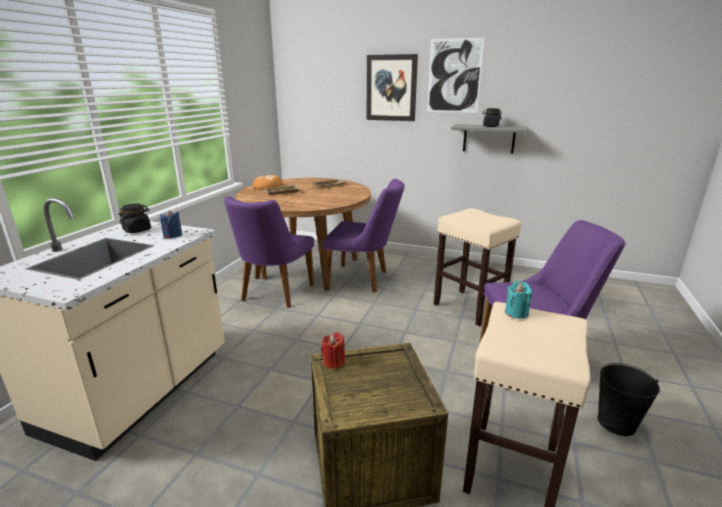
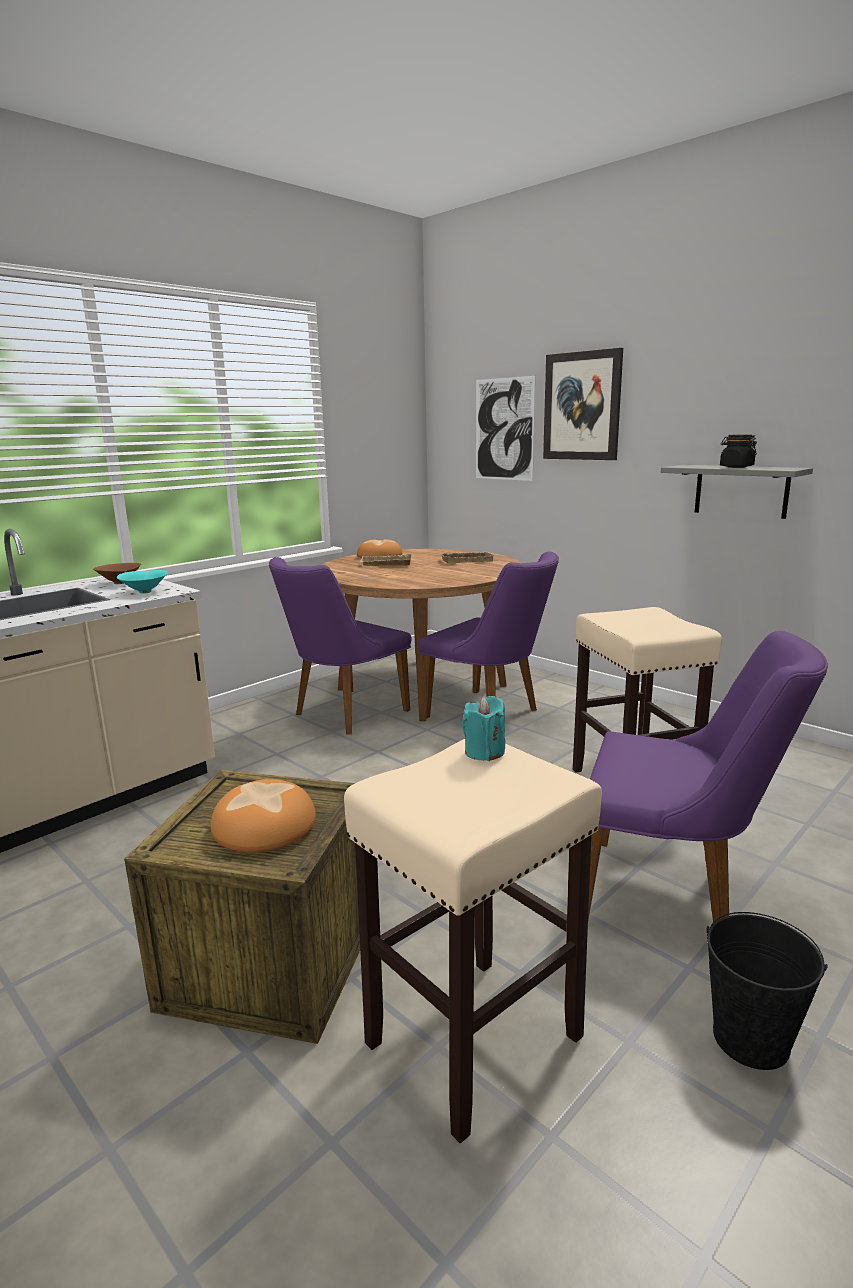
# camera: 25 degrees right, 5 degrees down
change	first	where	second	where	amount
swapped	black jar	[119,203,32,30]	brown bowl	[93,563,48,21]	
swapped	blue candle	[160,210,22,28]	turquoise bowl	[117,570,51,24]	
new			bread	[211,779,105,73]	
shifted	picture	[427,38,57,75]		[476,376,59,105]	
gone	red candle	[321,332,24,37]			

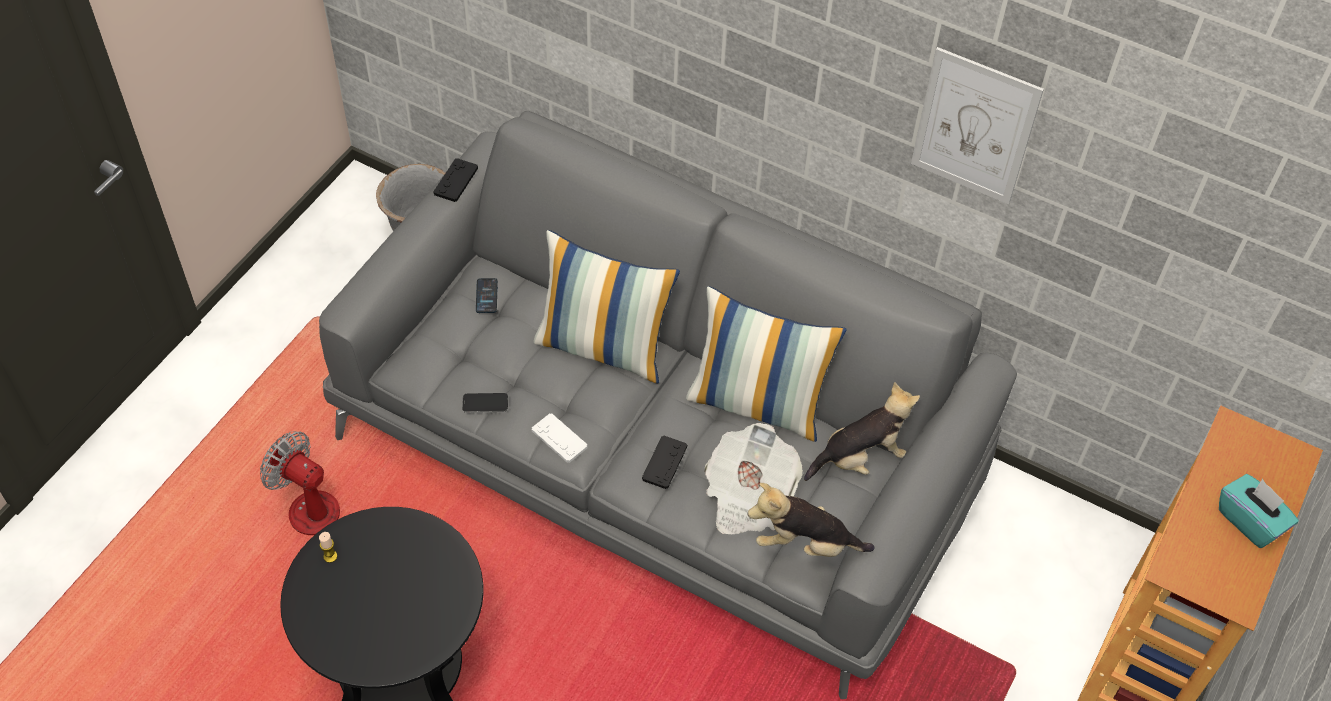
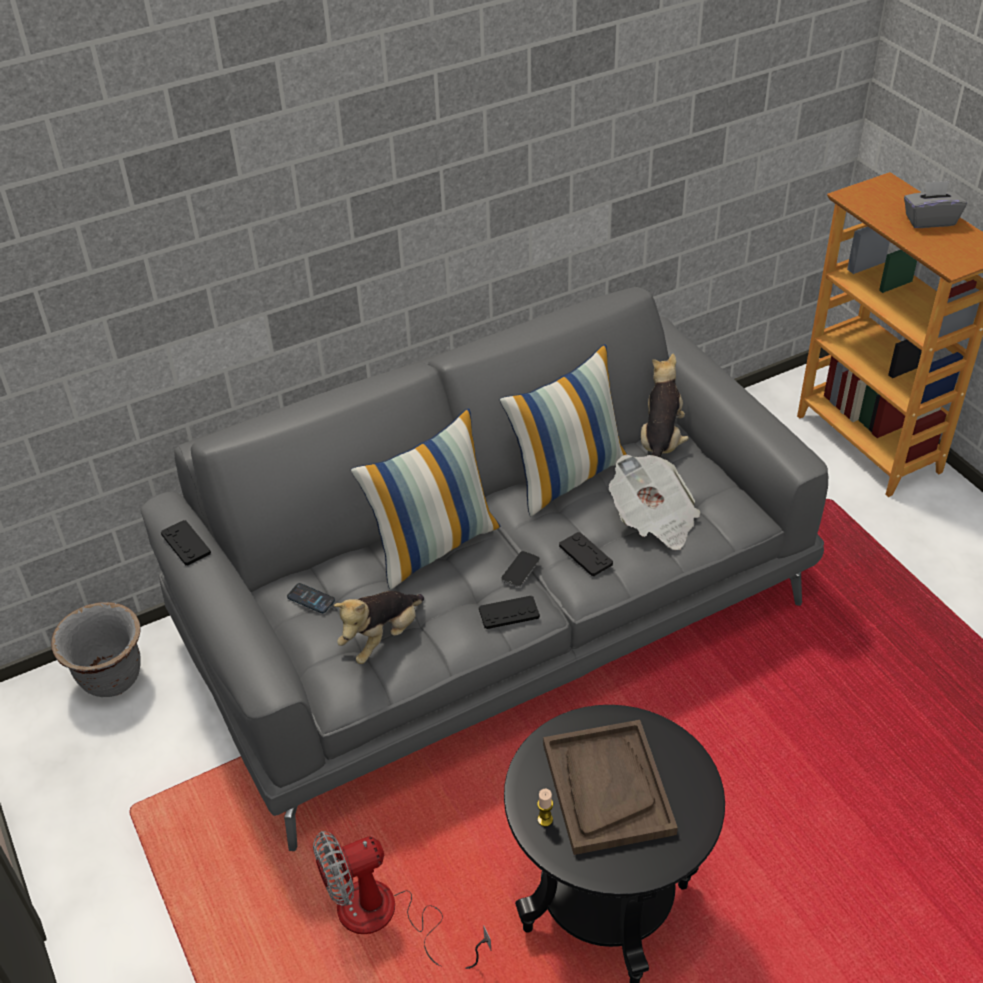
# camera: 55 degrees left, 10 degrees down
change	first	where	second	where	amount
shifted	plush toy	[748,483,126,74]		[334,591,90,73]	
repainted	white game controller	[532,413,56,50]	black game controller	[479,596,61,33]	
shifted	phone	[462,393,46,20]		[501,551,39,36]	
new			brown tray	[543,720,135,135]	
repainted	turquoise tissue box	[1219,474,80,74]	grey tissue box	[904,181,63,47]	
gone	picture	[911,47,133,157]			

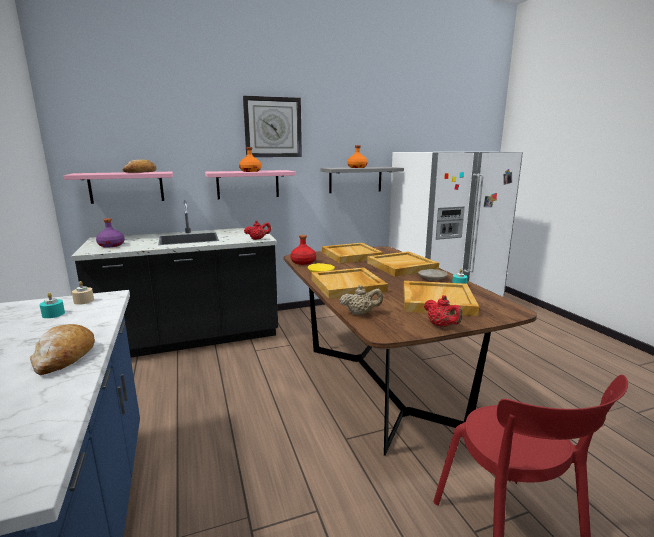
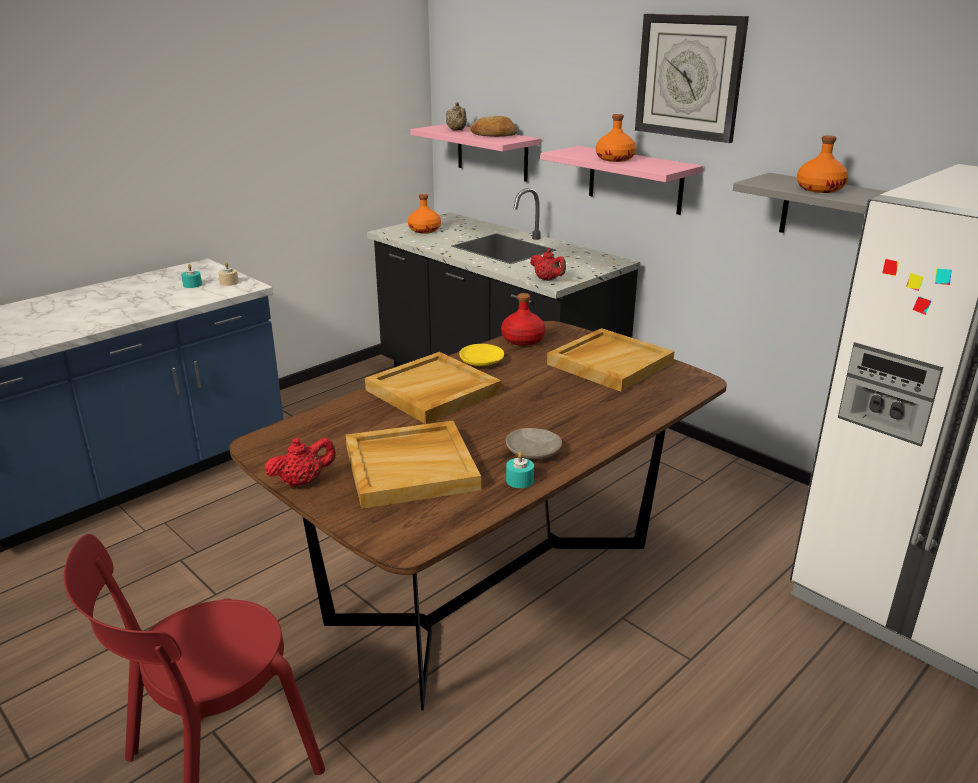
# camera: 65 degrees right, 10 degrees up
change	first	where	second	where	amount
rotated	red teapot	[424,295,38,32]		[264,437,72,50]	150 degrees counterclockwise
repainted	purple bottle	[96,218,29,29]	orange bottle	[408,194,33,39]	
shifted	beige teapot	[340,285,43,30]		[446,102,21,29]	
gone	bread	[30,324,65,51]			
gone	beige tray	[367,251,72,26]			

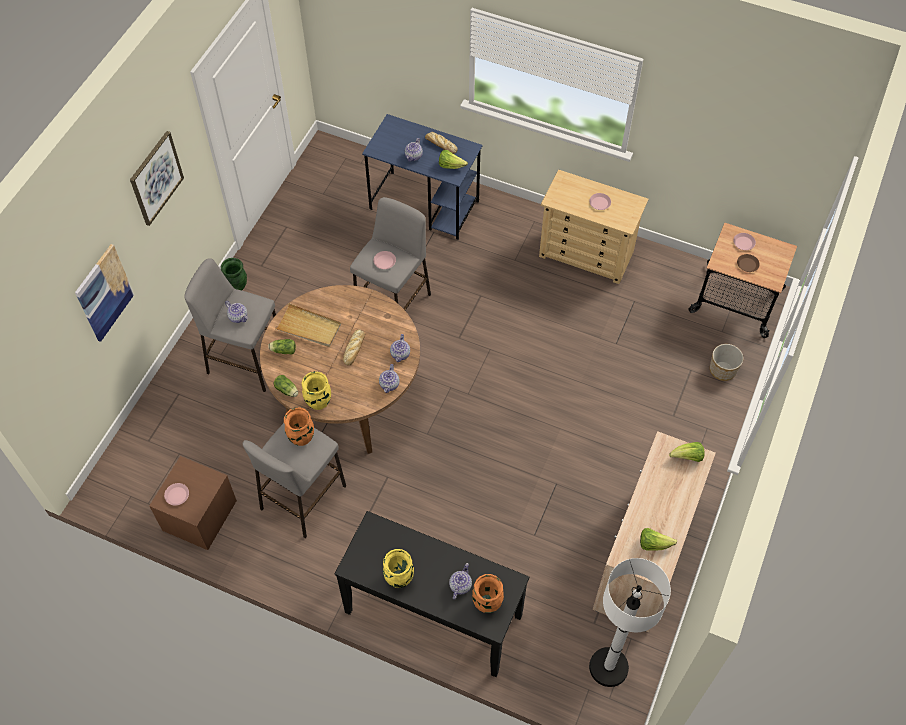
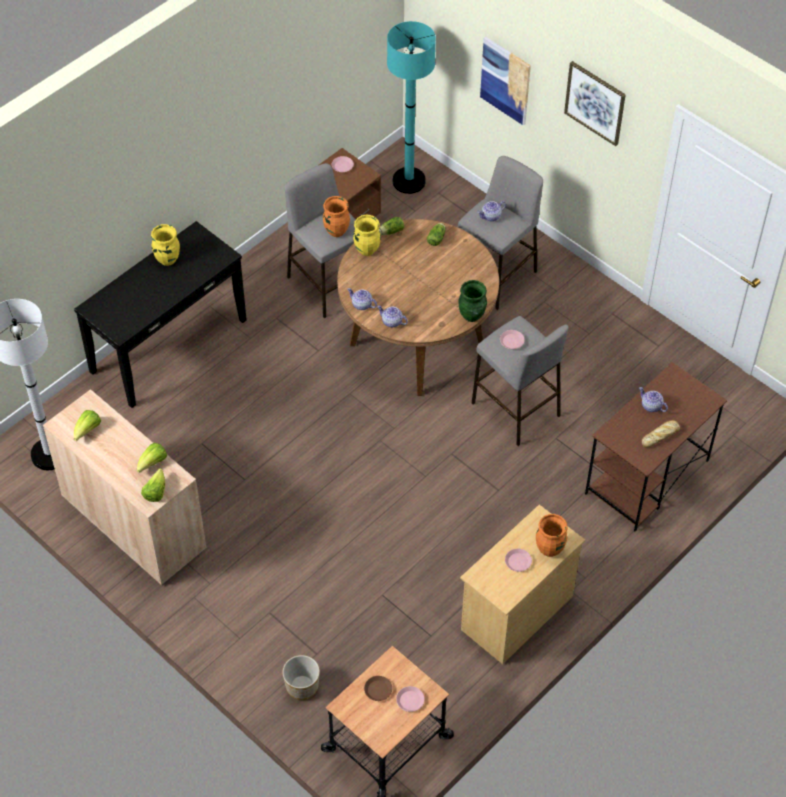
# camera: 110 degrees right, 5 degrees down
change	first	where	second	where	amount
shifted	lettuce	[439,150,29,19]		[137,443,30,30]	
new			turquoise floor lamp	[387,21,49,173]	
shifted	green vase	[221,258,26,32]		[458,280,29,42]	
shifted	orange vase	[472,574,32,39]		[536,514,32,43]	
repainted	blue desk	[362,114,121,126]	brown desk	[585,362,142,170]	
gone	beige tray	[276,303,65,44]			
gone	bread	[343,329,22,37]			
gone	teapot	[449,563,23,36]			

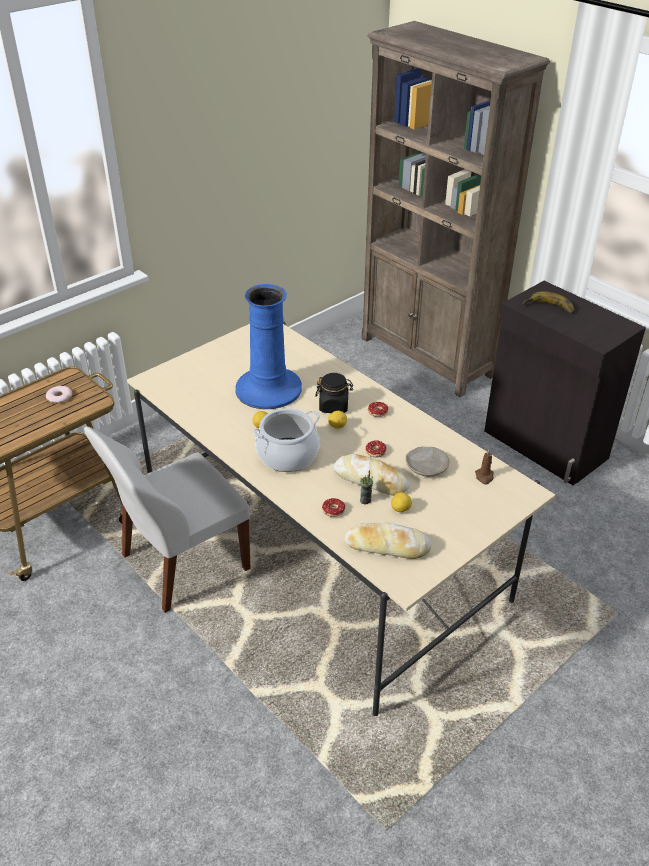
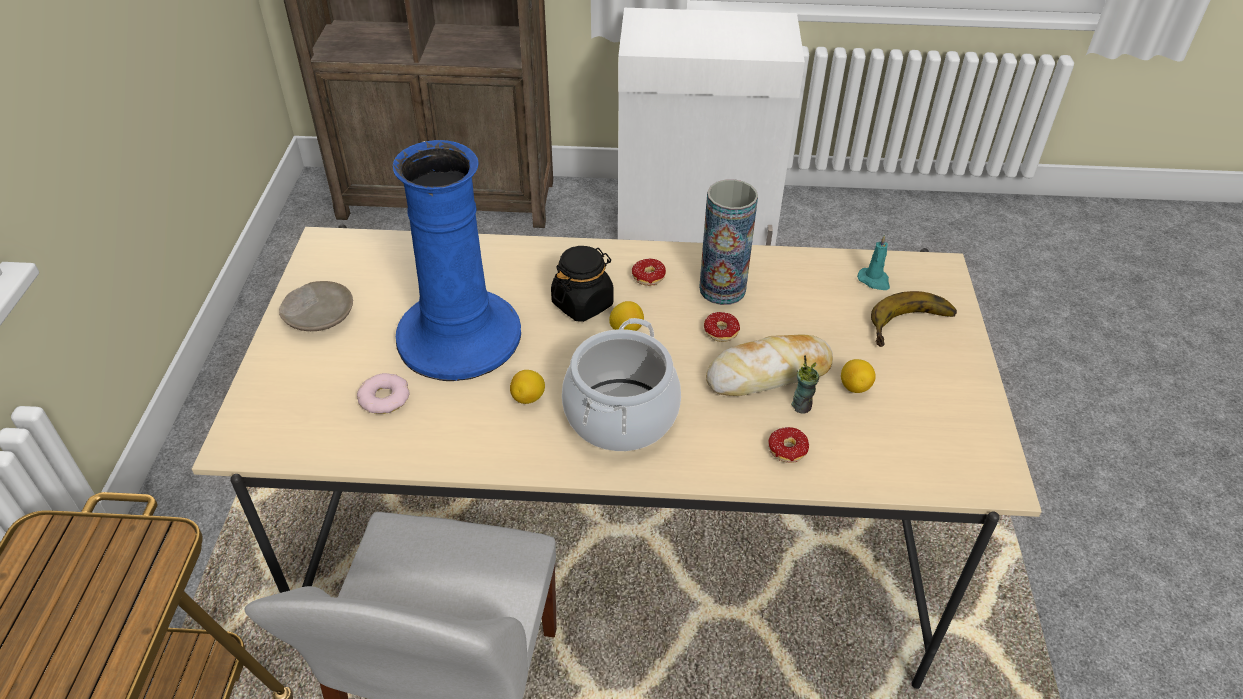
# camera: 45 degrees left, 5 degrees up
change	first	where	second	where	amount
shifted	beige plate	[406,447,43,29]		[279,281,74,50]	
shifted	donut	[46,386,26,17]		[357,373,53,41]	
repainted	black cabinet	[484,281,162,204]	white cabinet	[618,8,187,238]	
new			vase	[699,179,59,126]	
repainted	brown candle	[475,449,19,36]	turquoise candle	[857,235,33,55]	
shifted	banana	[523,291,52,23]		[871,291,86,56]	
gone	bread	[345,523,86,36]			

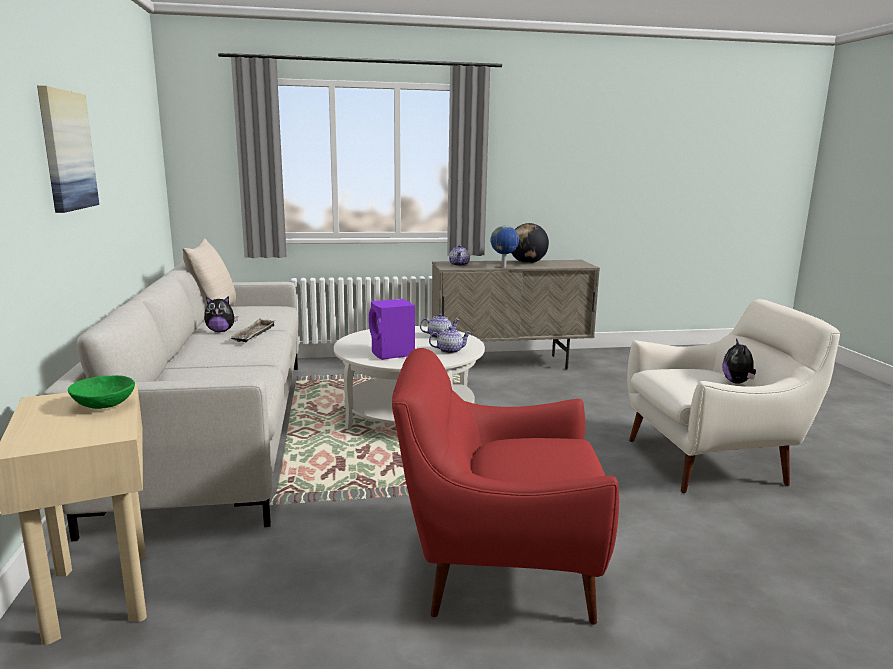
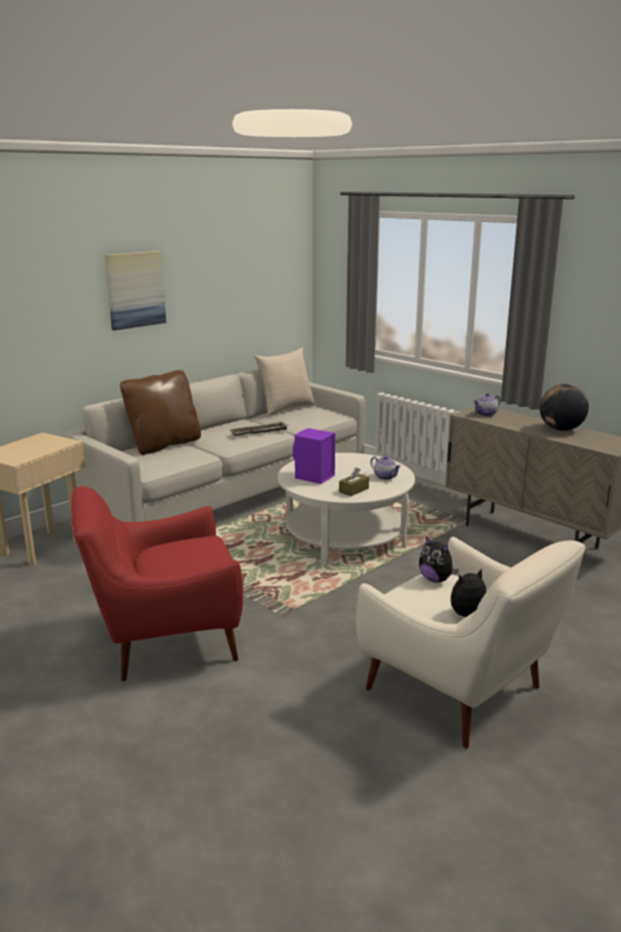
# camera: 55 degrees right, 5 degrees up
change	first	where	second	where	amount
rotated	red armchair	[392,348,227,277]		[71,486,172,196]	75 degrees counterclockwise
new			brown pillow	[120,370,81,85]	
swapped	teapot	[429,327,42,27]	brown tissue box	[339,467,30,29]	
shifted	plush toy	[204,296,34,36]		[419,537,40,46]	
gone	green bowl	[68,375,67,34]			
gone	globe	[491,226,28,42]			

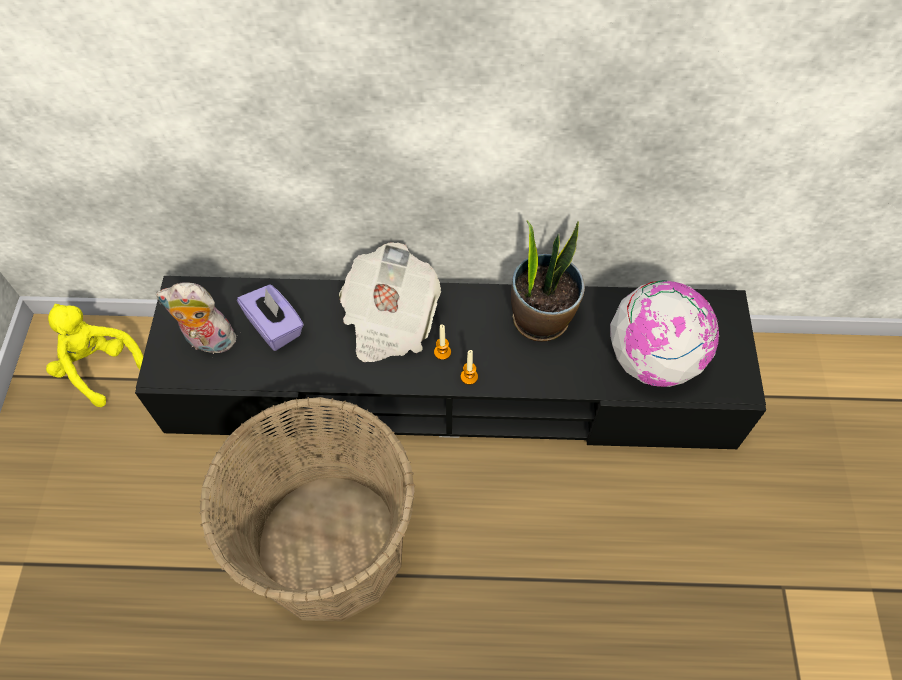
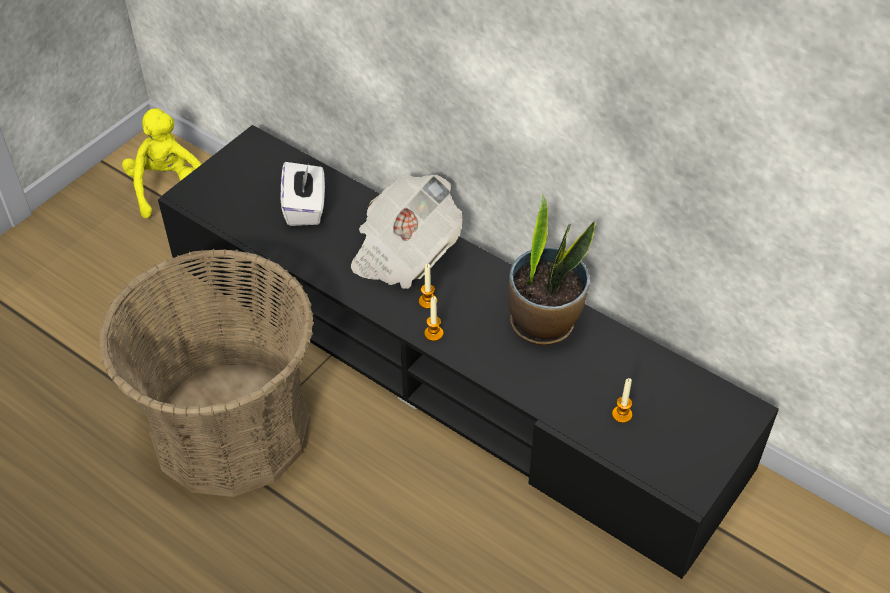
# camera: 35 degrees right, 10 degrees down
change	first	where	second	where	amount
repainted	purple tissue box	[237,284,67,67]	white tissue box	[281,162,44,64]	
swapped	globe	[610,280,109,107]	candle	[612,378,20,45]	
gone	plush toy	[155,282,81,72]			

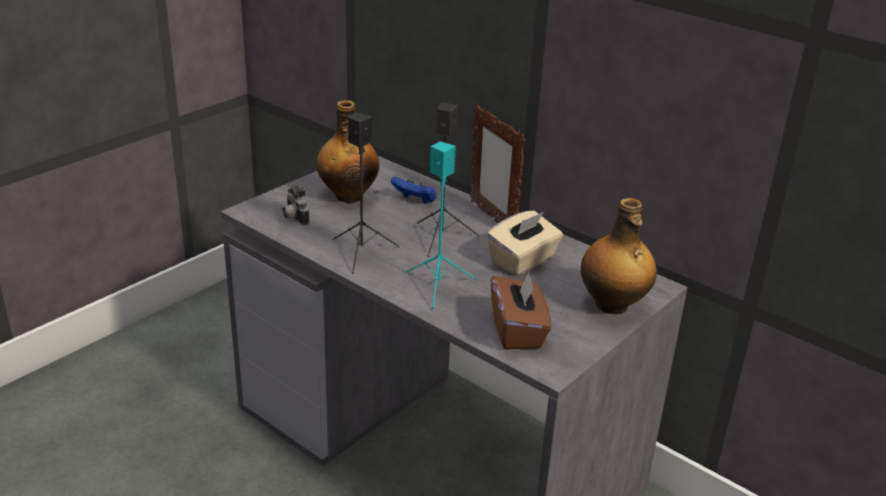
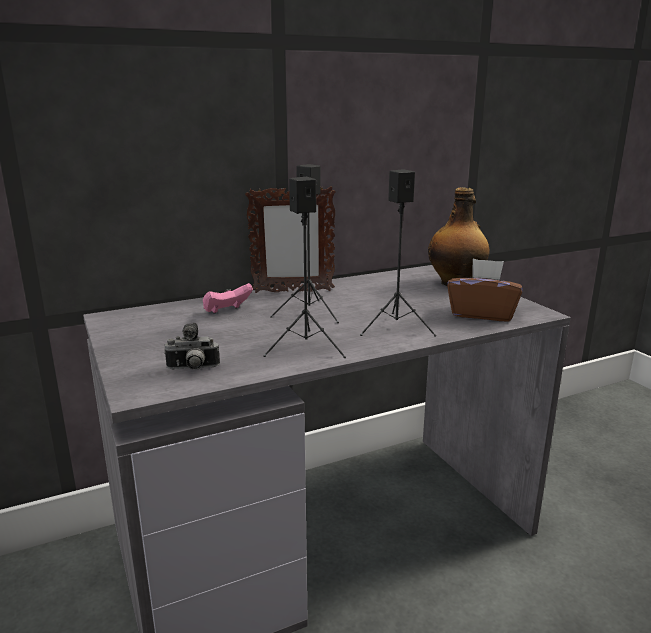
# camera: 65 degrees left, 10 degrees down
change	first	where	second	where	amount
repainted	blue game controller	[391,176,45,28]	pink game controller	[203,283,50,30]	
repainted	turquoise speaker	[405,142,72,169]	black speaker	[360,169,76,167]	
gone	bottle	[316,100,63,103]			
gone	beige tissue box	[487,211,76,65]			

